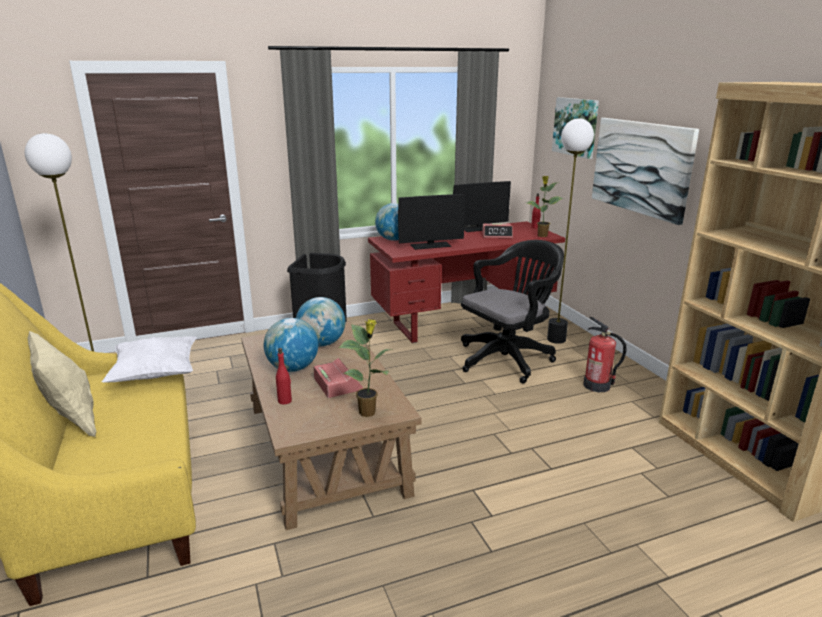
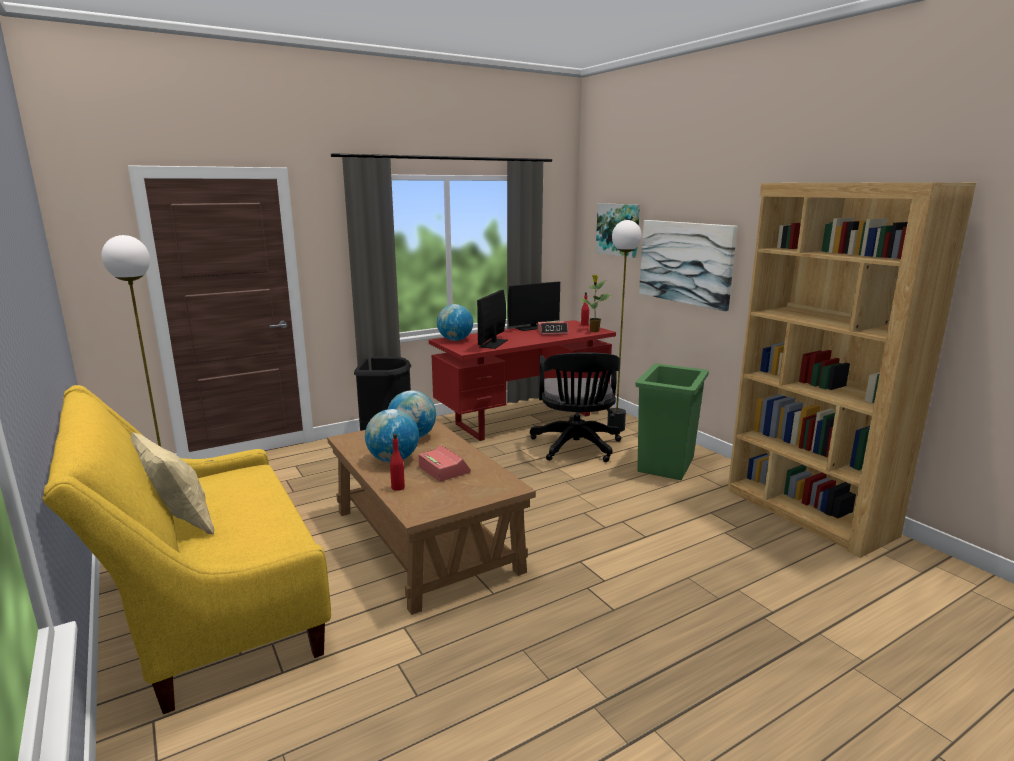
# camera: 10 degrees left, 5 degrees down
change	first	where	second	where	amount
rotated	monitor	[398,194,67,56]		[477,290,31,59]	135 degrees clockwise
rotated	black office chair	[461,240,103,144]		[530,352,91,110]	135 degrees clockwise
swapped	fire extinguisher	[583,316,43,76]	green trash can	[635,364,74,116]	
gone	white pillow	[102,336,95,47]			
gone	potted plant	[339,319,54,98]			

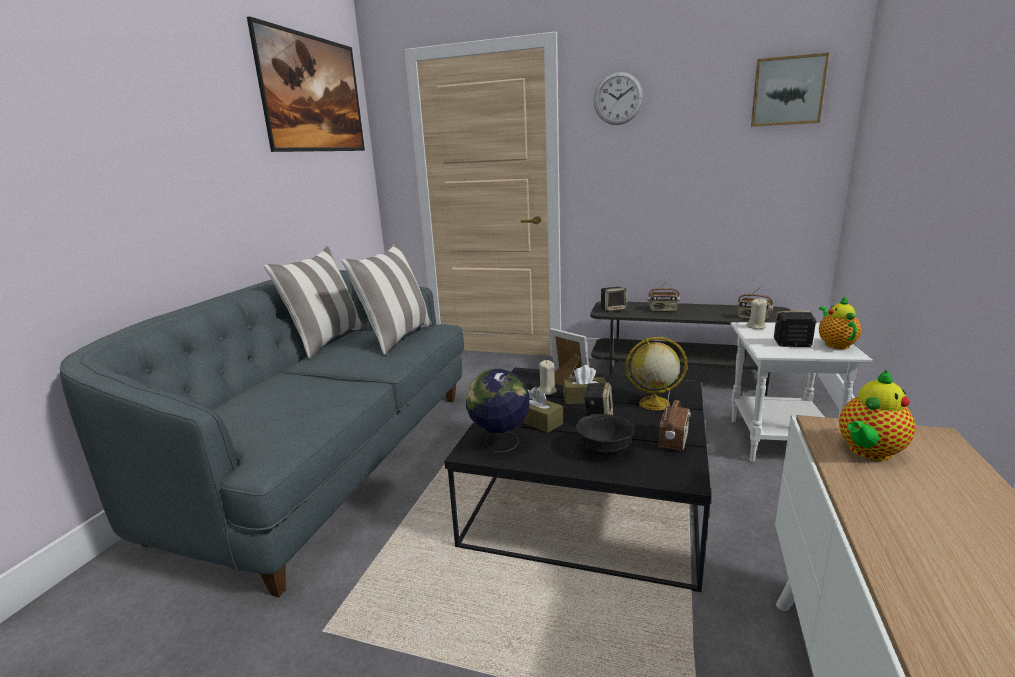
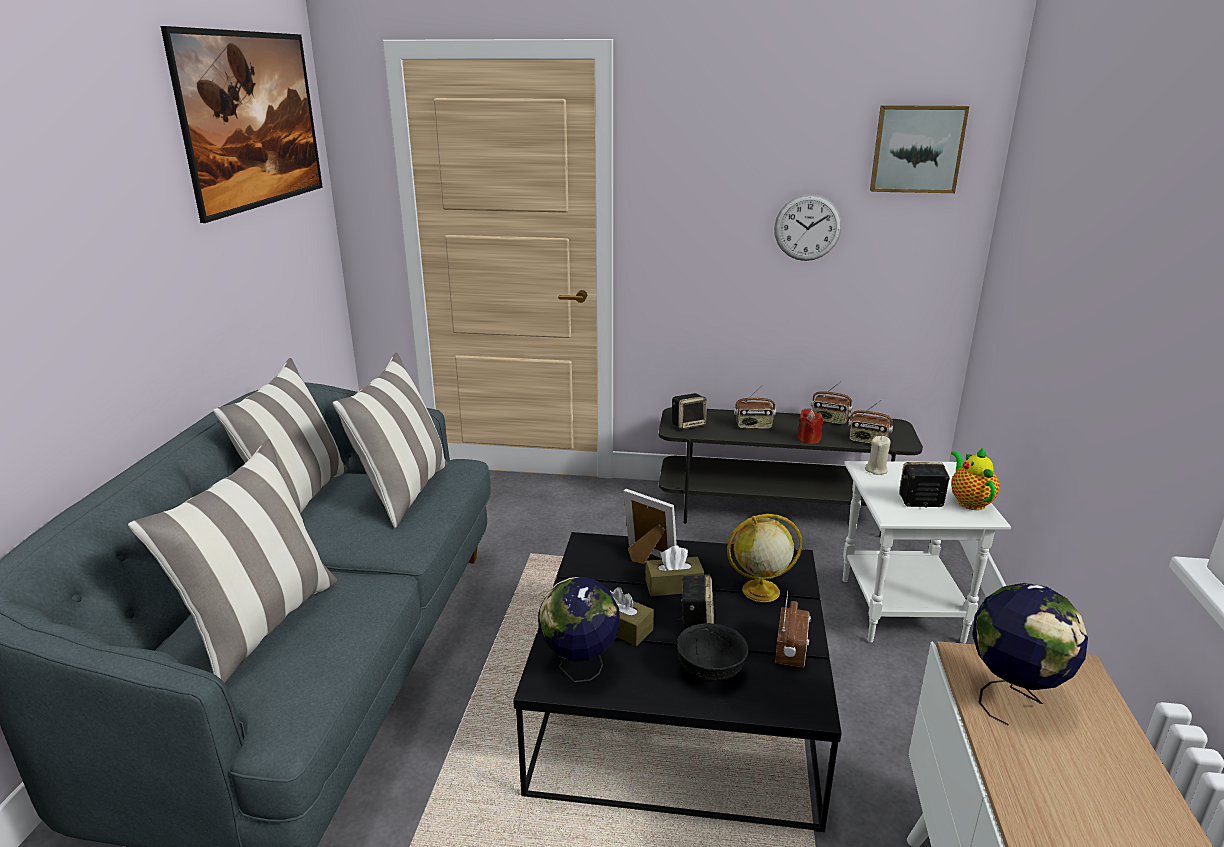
# camera: 10 degrees left, 5 degrees up
change	first	where	second	where	amount
new			pillow	[128,439,210,244]	
shifted	wall clock	[594,72,49,53]		[774,194,68,67]	
new			red candle	[798,408,25,36]	
new			radio	[811,381,42,43]	
swapped	teapot	[839,370,77,91]	globe	[972,583,116,142]	
gone	beige candle	[537,360,20,35]			

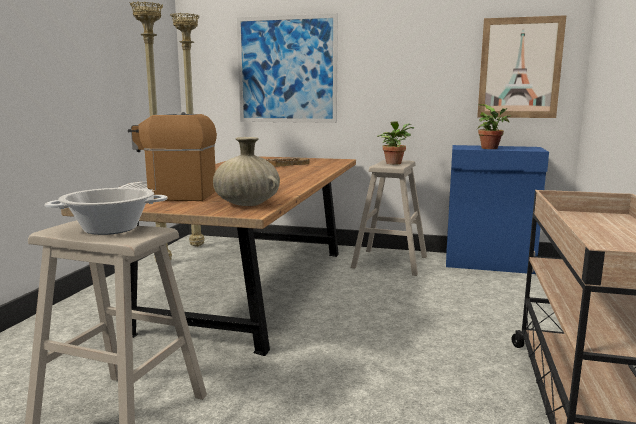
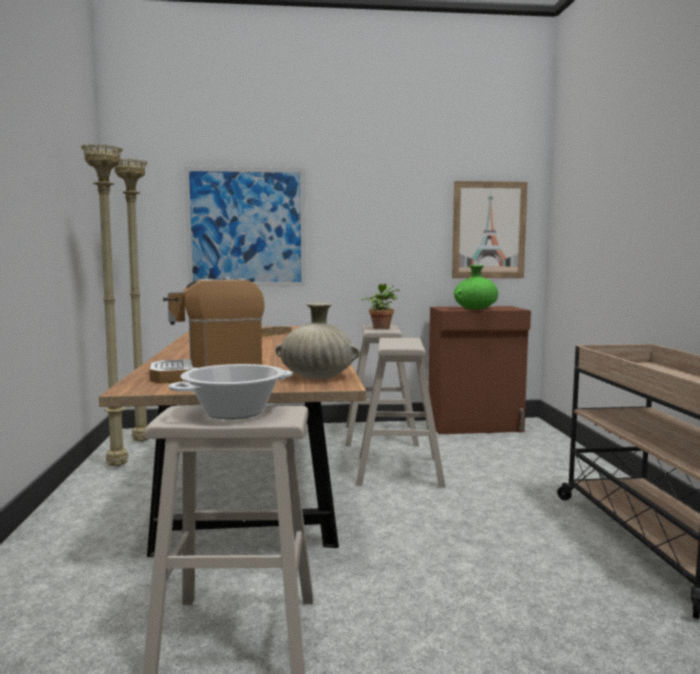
# camera: 20 degrees left, 5 degrees down
change	first	where	second	where	amount
new			beige stool	[356,338,90,150]	
repainted	blue cabinet	[446,145,103,129]	brown cabinet	[429,306,102,128]	
swapped	potted plant	[477,104,34,45]	green vase	[454,265,44,45]	

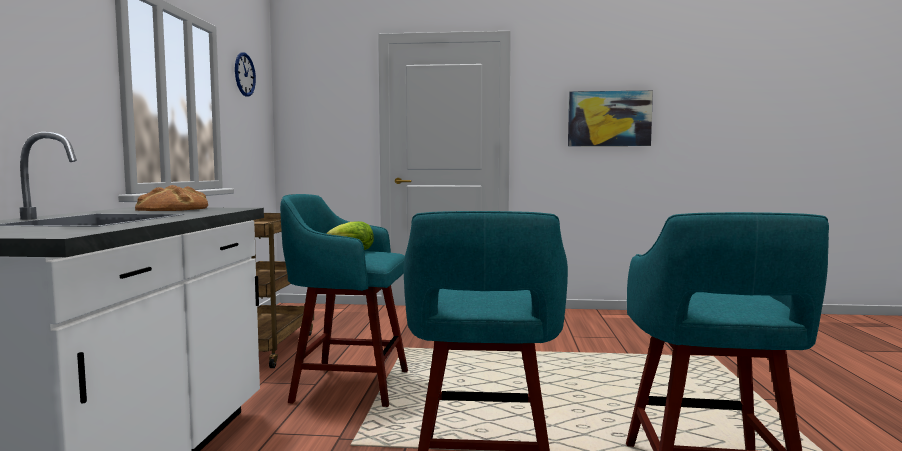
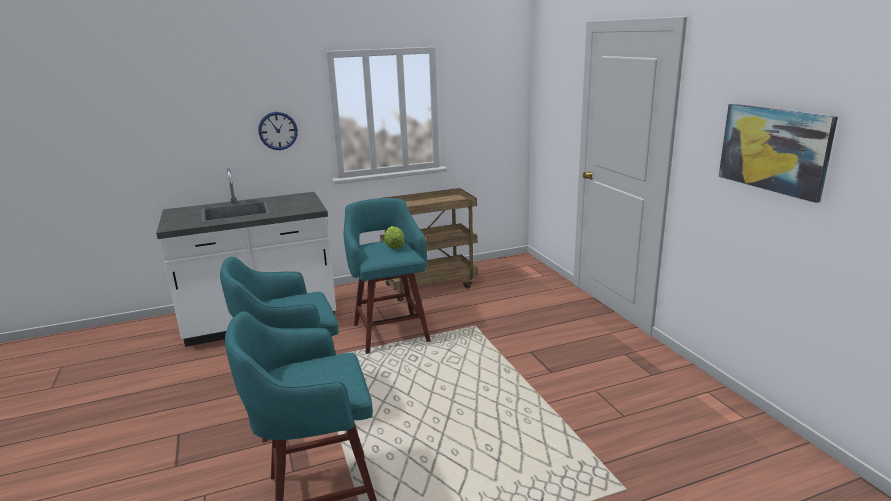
# camera: 65 degrees right, 15 degrees up
change	first	where	second	where	amount
shifted	wall clock	[235,52,21,45]		[258,112,40,38]	
gone	bread	[135,185,73,26]			

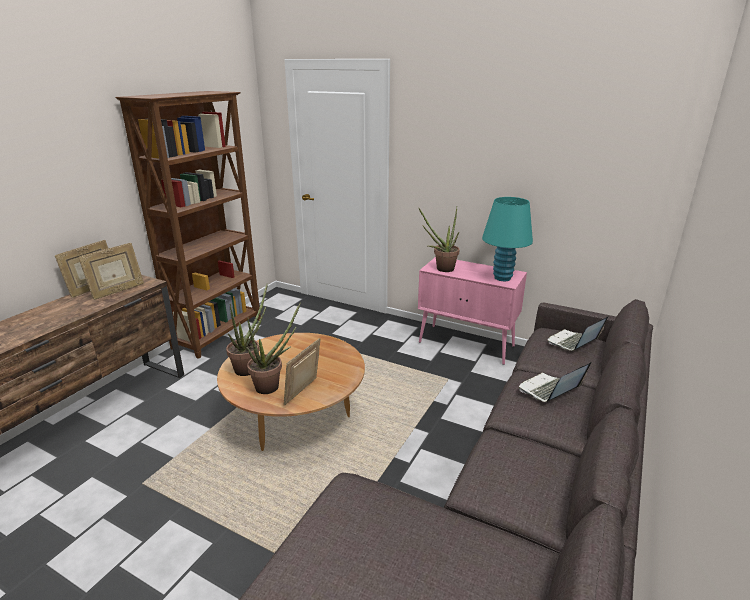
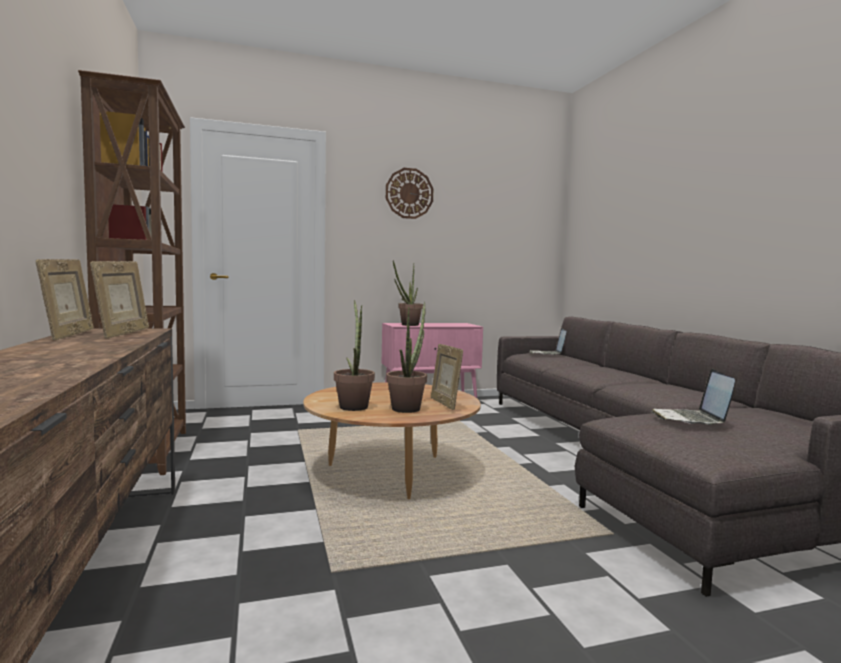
# camera: 45 degrees left, 20 degrees down
change	first	where	second	where	amount
new			wall clock	[386,168,47,51]	
shifted	laptop	[519,362,72,40]		[651,369,84,56]	
gone	turquoise table lamp	[482,197,51,84]			

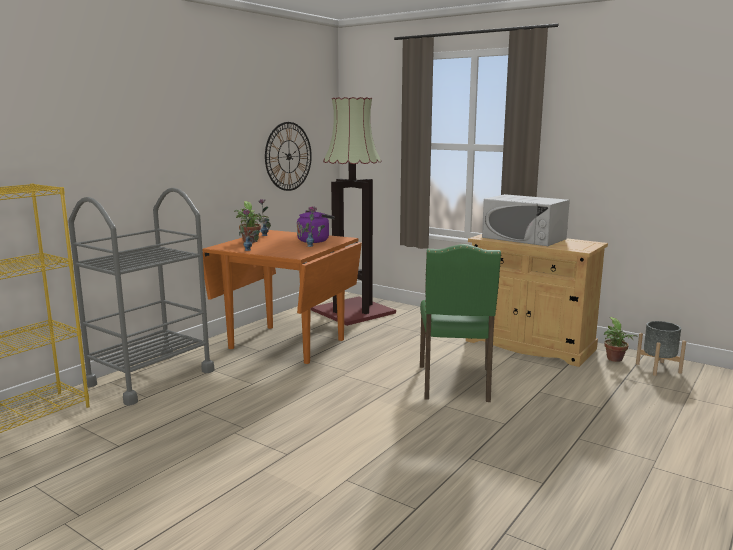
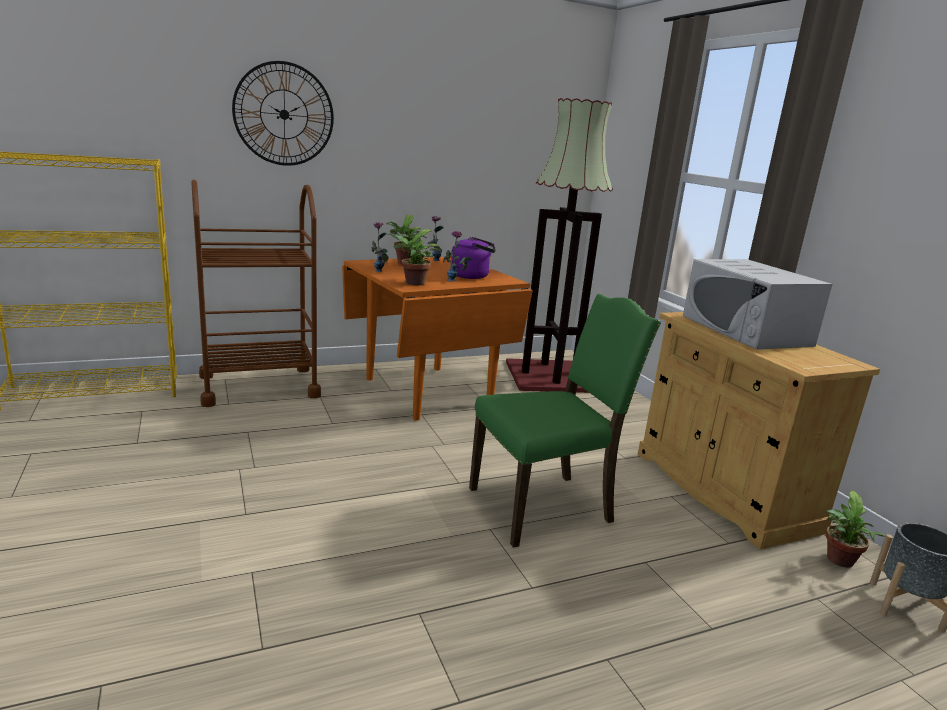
# camera: 30 degrees right, 5 degrees up
change	first	where	second	where	amount
repainted	grey cart	[68,188,147,218]	brown cart	[191,180,130,227]	
shifted	wall clock	[265,122,47,69]		[232,61,102,105]	
new			potted plant	[387,229,52,56]	
rotated	green chair	[420,244,81,158]		[469,294,192,254]	150 degrees counterclockwise

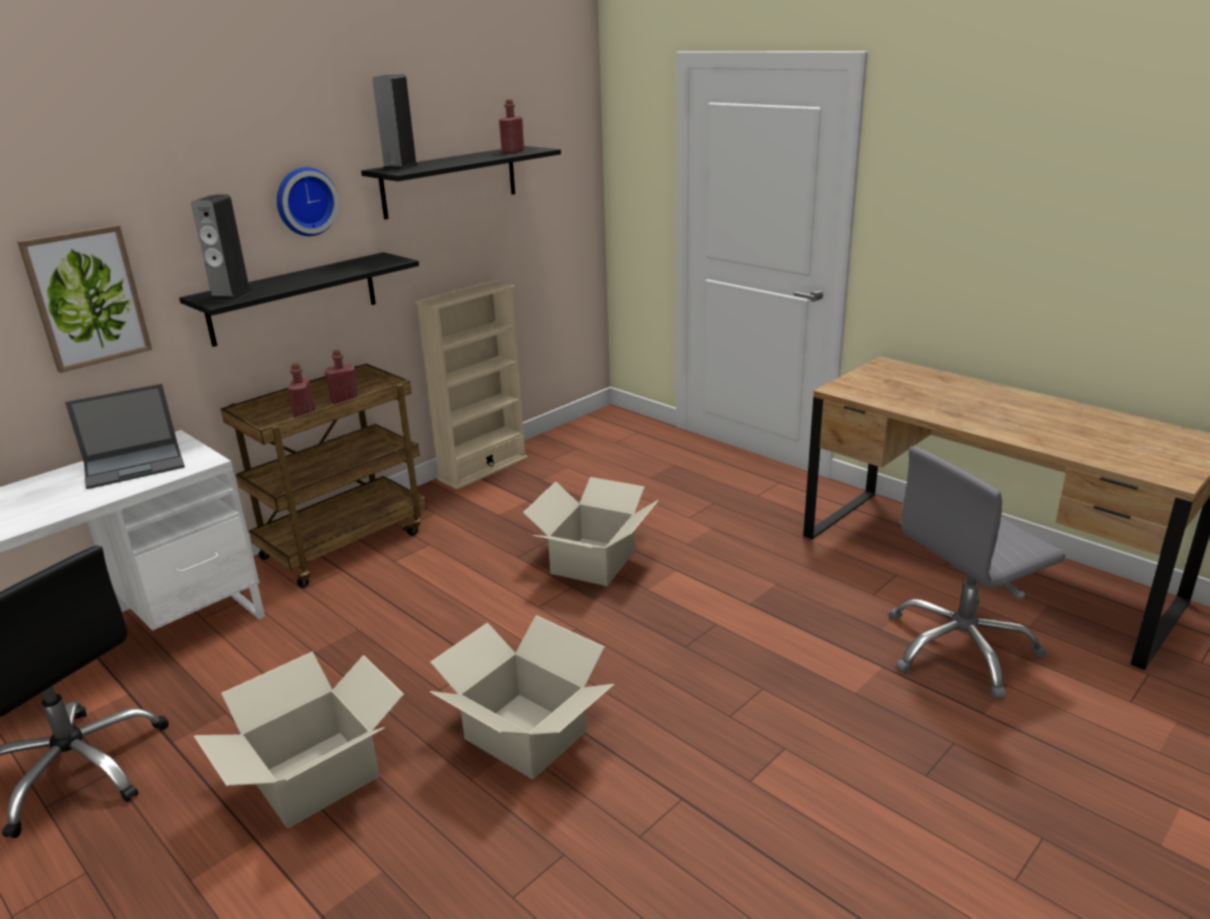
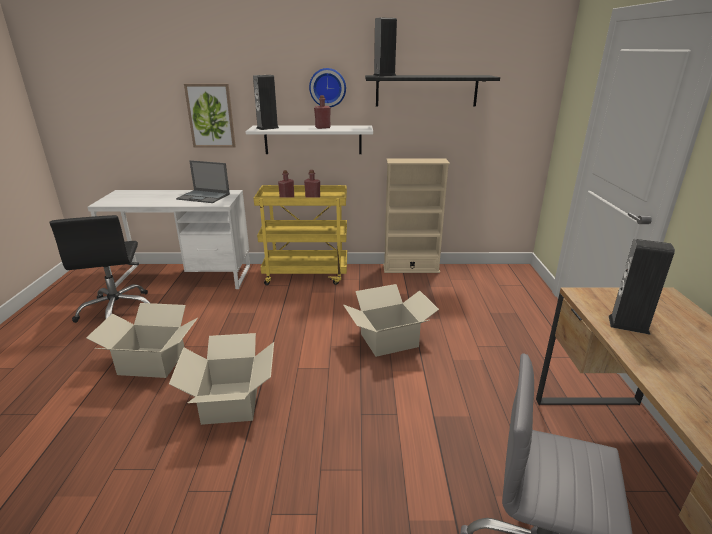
# camera: 45 degrees right, 0 degrees up
change	first	where	second	where	amount
repainted	black shelf	[179,252,240,95]	white shelf	[245,126,128,28]	
repainted	brown cart	[221,364,206,224]	yellow cart	[254,185,93,100]	
shifted	red bottle	[499,99,25,54]		[314,95,17,34]	
new			speaker	[609,239,66,96]	

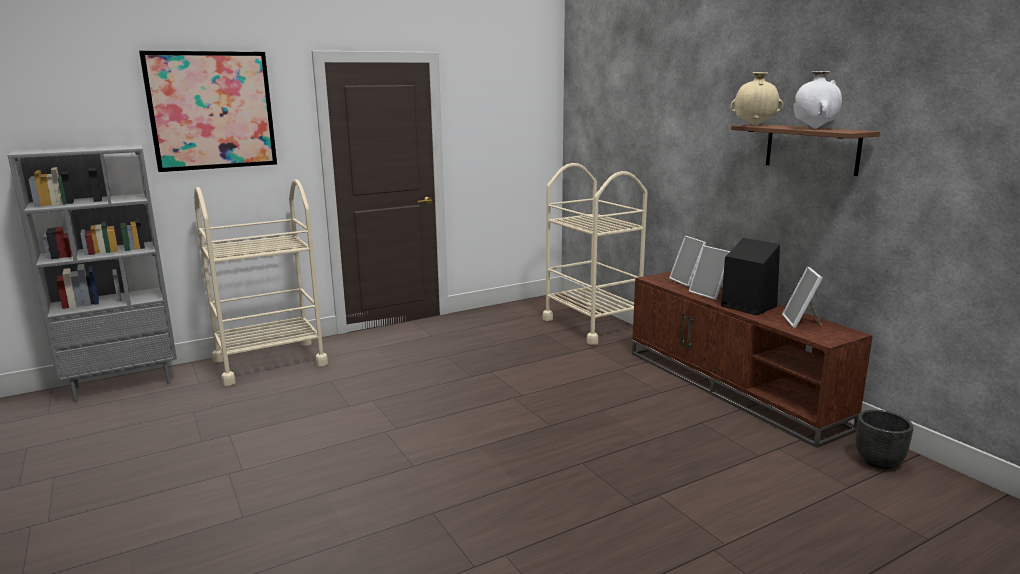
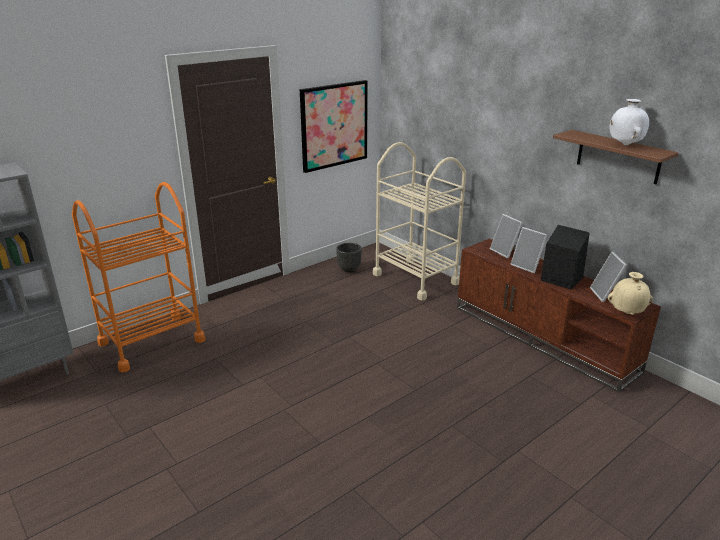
# camera: 10 degrees left, 10 degrees up
change	first	where	second	where	amount
repainted	beige cart	[194,180,134,206]	orange cart	[72,182,133,191]	
shifted	picture	[139,50,138,122]		[300,80,68,93]	
shifted	black planter	[856,410,58,59]		[336,243,26,30]	
shifted	beige vase	[730,72,53,54]		[608,272,45,43]	

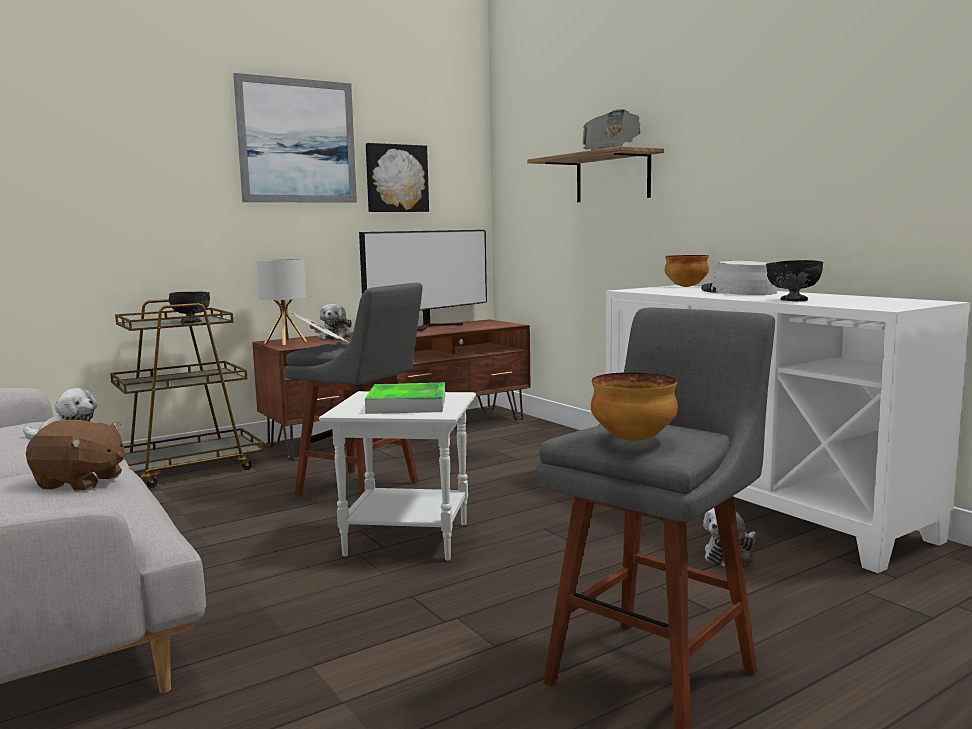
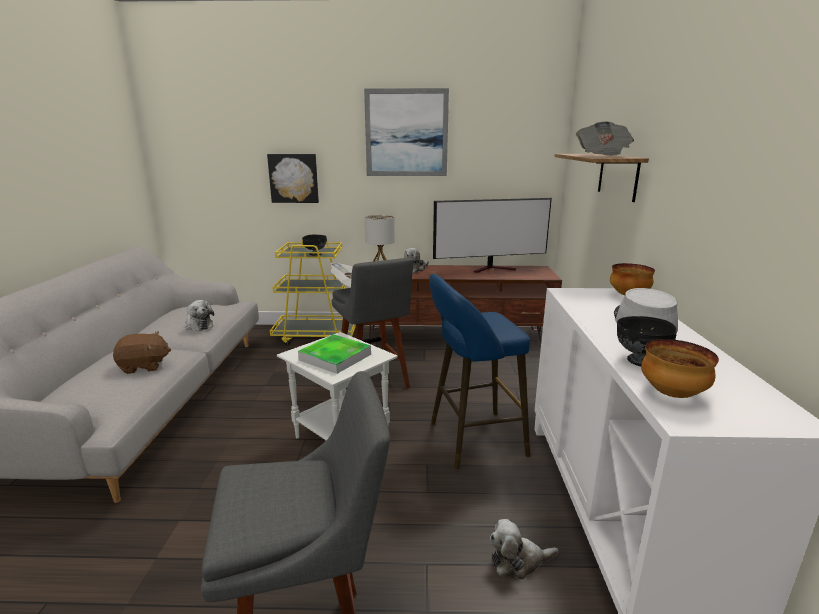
# camera: 35 degrees right, 10 degrees up
change	first	where	second	where	amount
rotated	brown plush toy	[26,420,99,70]		[113,331,58,43]	60 degrees counterclockwise
shifted	picture	[366,143,63,69]		[267,154,52,49]	
repainted	brown cart	[110,299,154,189]	yellow cart	[270,239,86,106]	
new			blue stool	[429,274,102,195]	
shifted	bowl	[591,372,87,69]		[641,339,78,59]	

